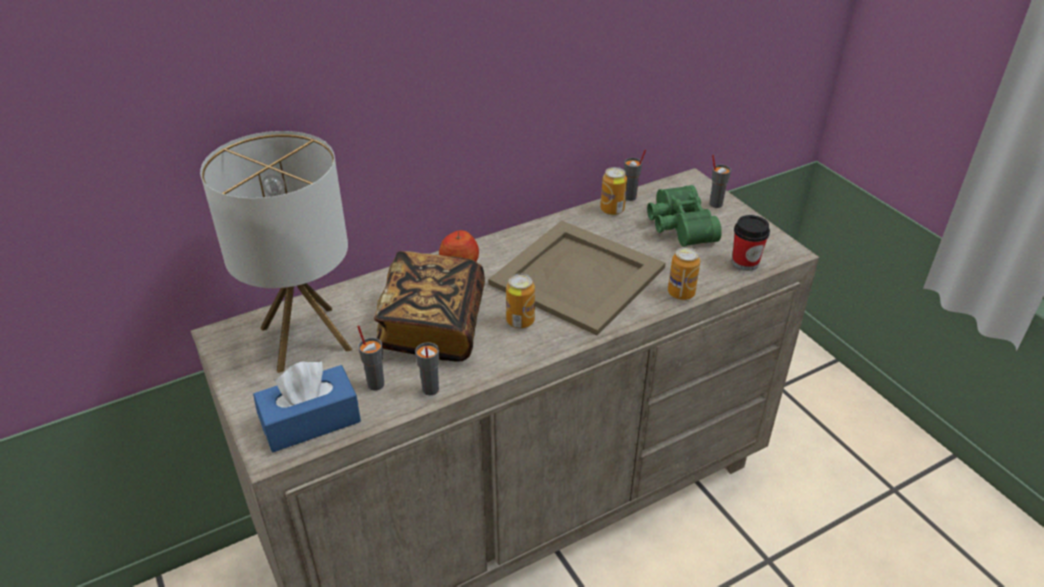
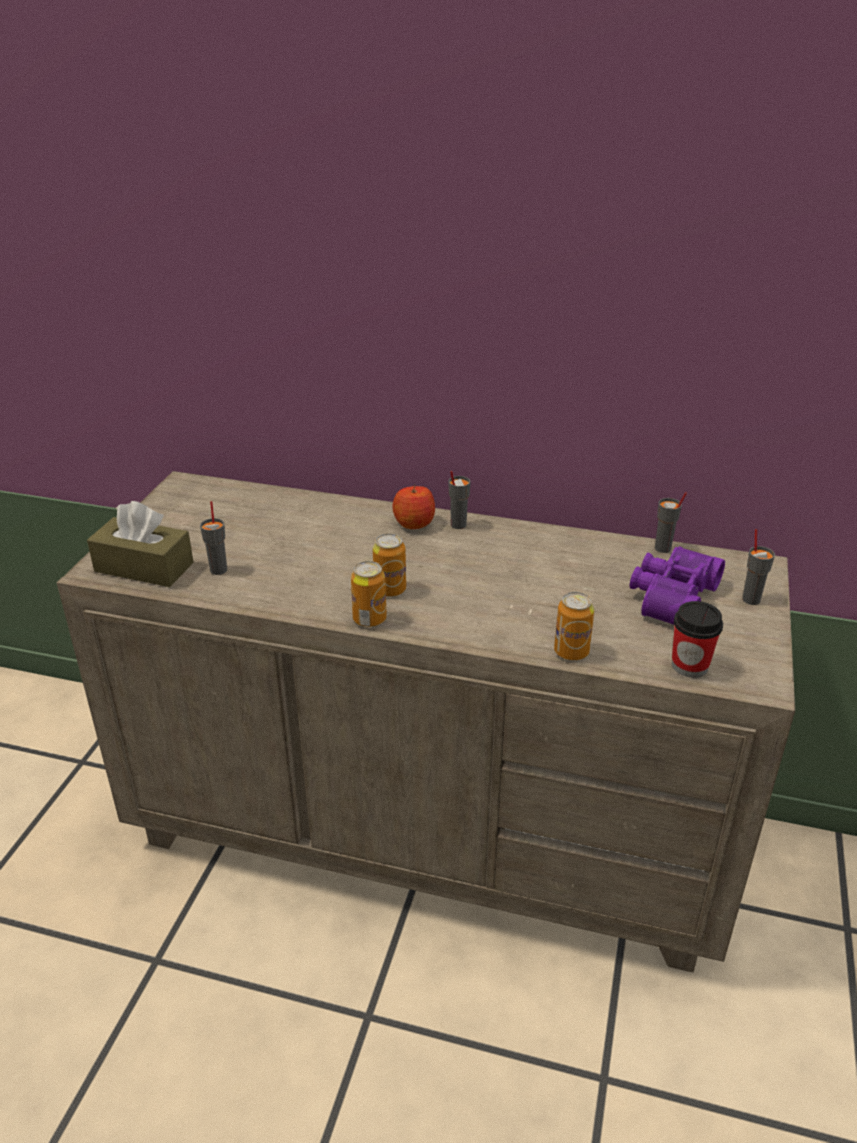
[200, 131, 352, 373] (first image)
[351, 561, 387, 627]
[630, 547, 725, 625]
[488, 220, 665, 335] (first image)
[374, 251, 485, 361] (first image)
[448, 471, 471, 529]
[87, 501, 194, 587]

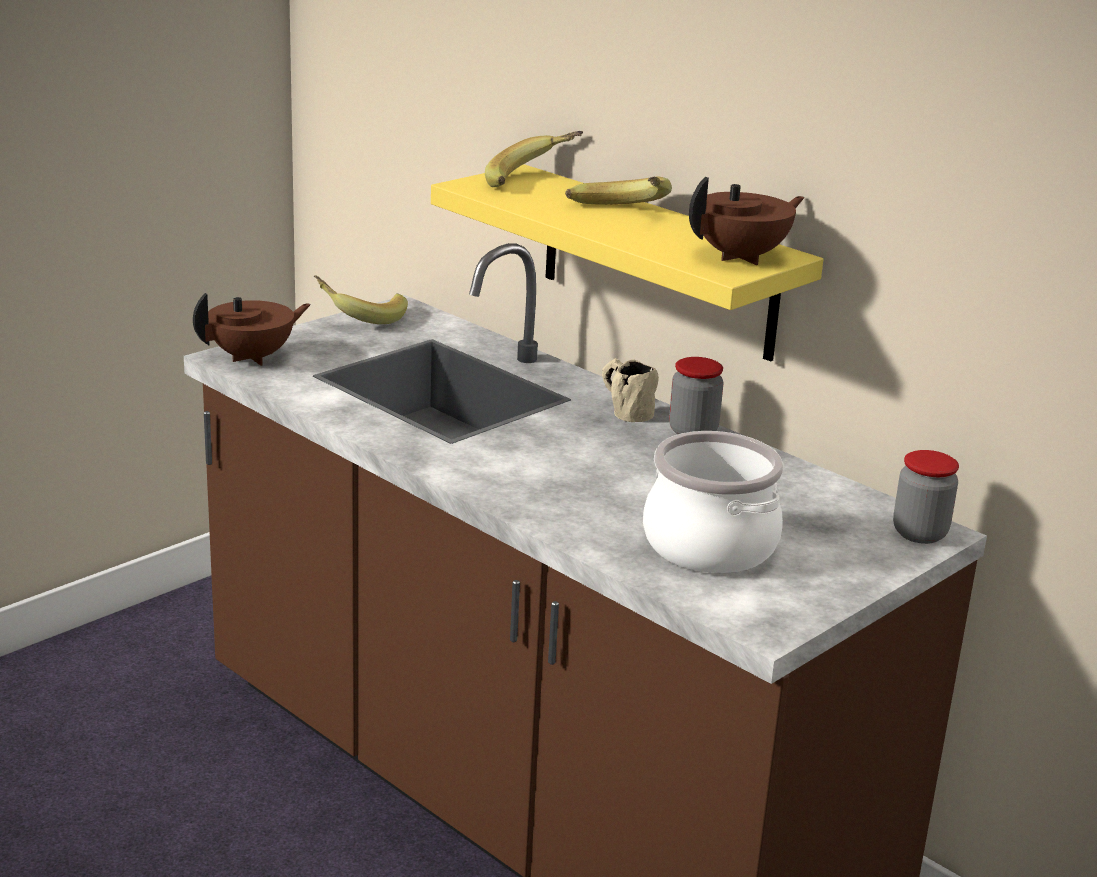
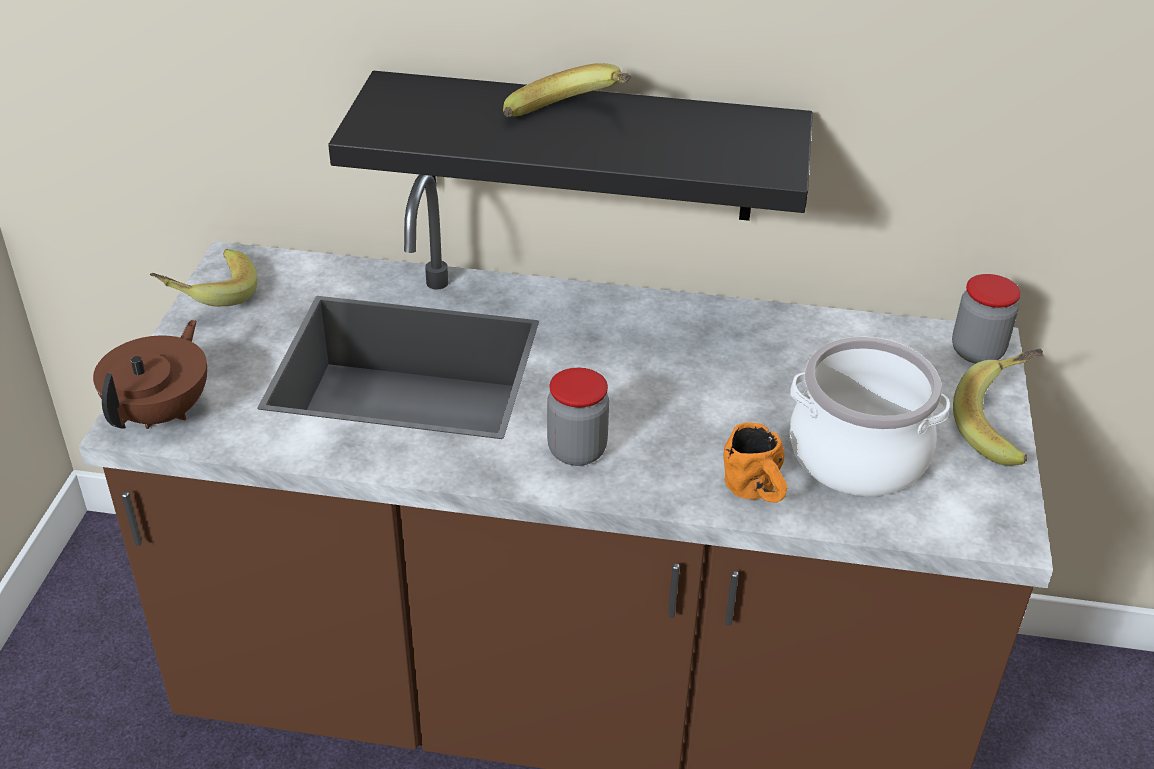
[953, 349, 1043, 465]
[328, 71, 813, 221]
[689, 177, 805, 265] (first image)
[547, 368, 609, 466]
[602, 358, 659, 422] (first image)
[724, 423, 788, 503]

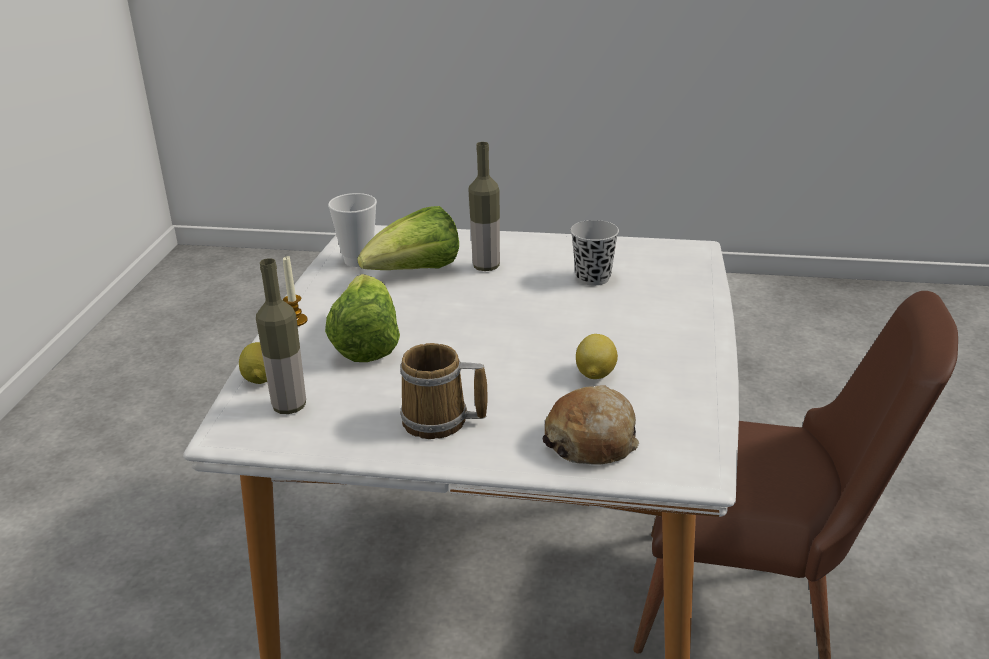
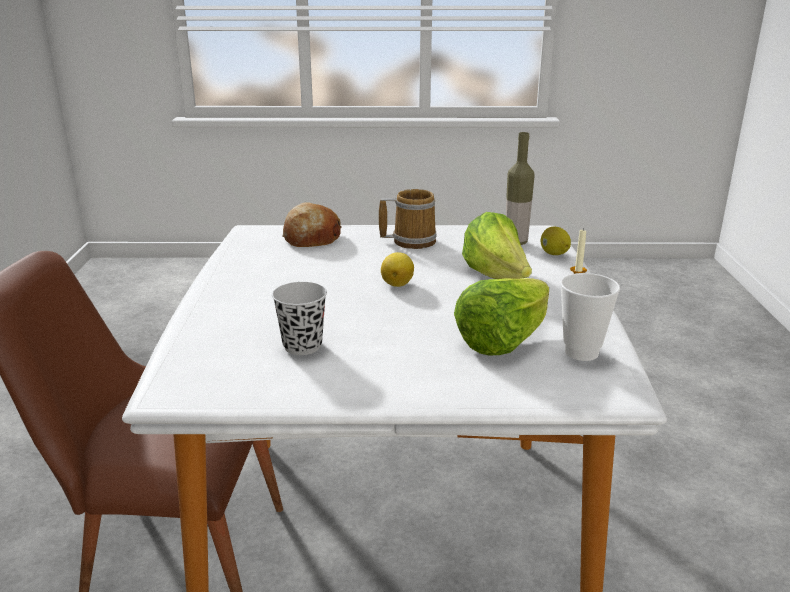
[468, 142, 500, 271] (first image)
[381, 252, 414, 287]

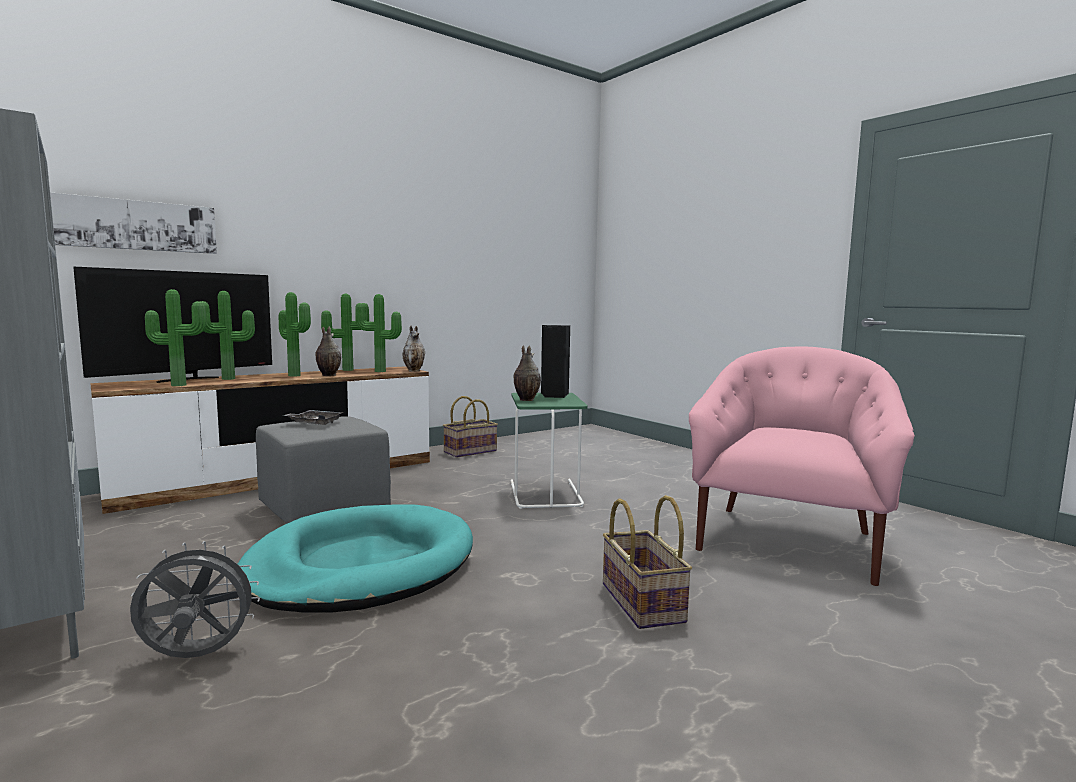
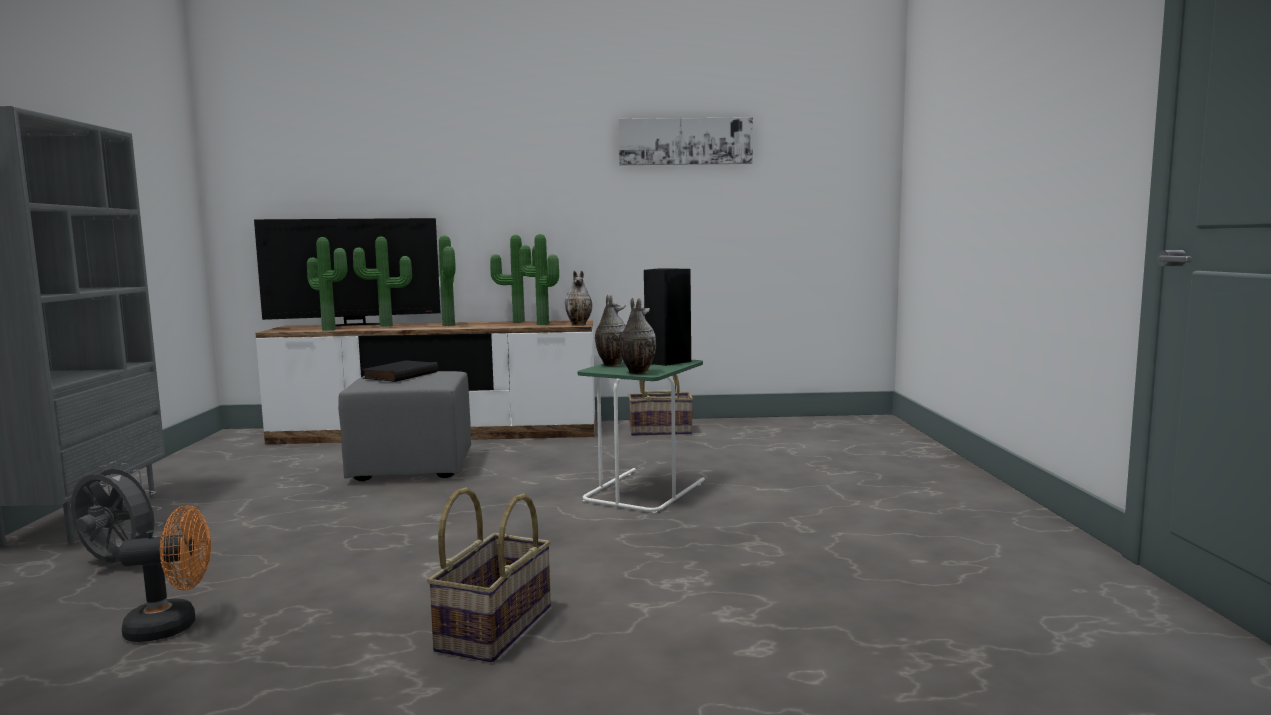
[619, 117, 753, 165]
[620, 298, 656, 374]
[689, 347, 915, 586] (first image)
[362, 360, 438, 382]
[238, 504, 473, 613] (first image)
[118, 505, 211, 642]

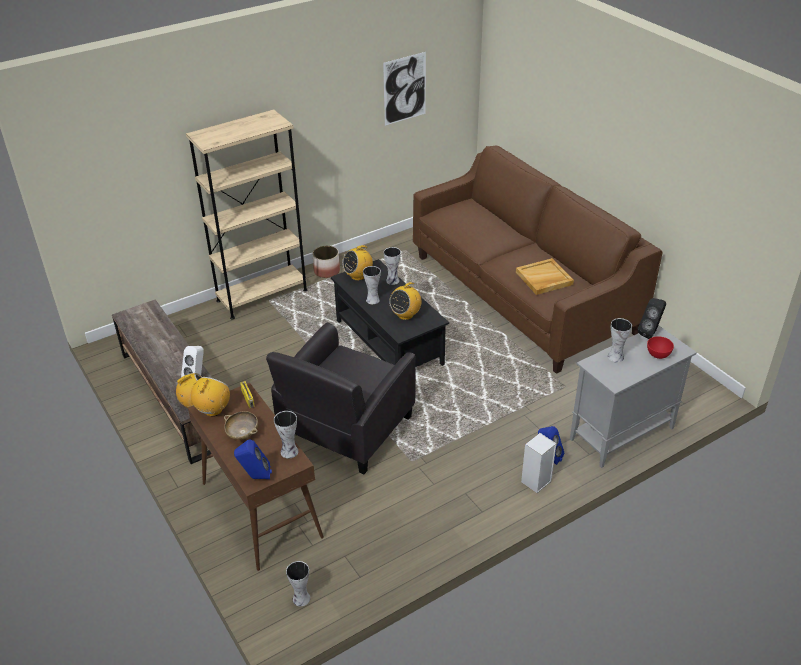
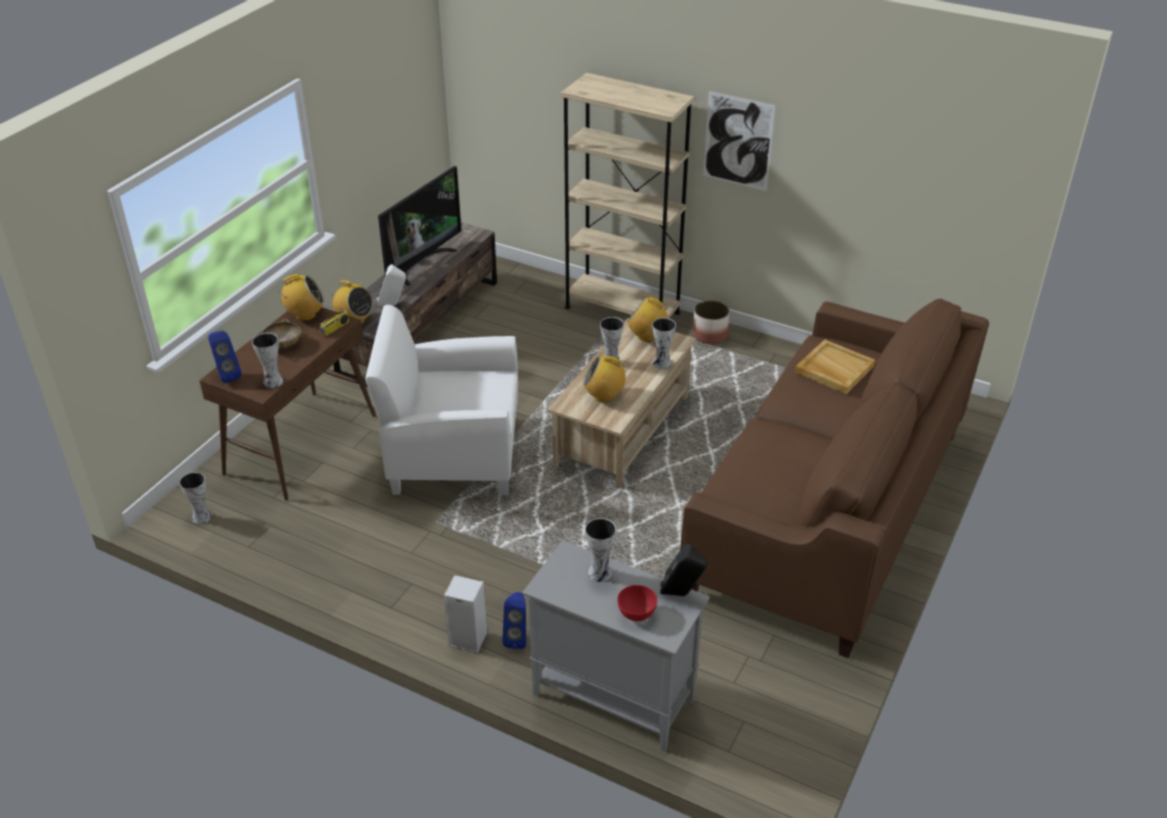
[703, 91, 775, 191]
[795, 339, 875, 394]
[547, 318, 696, 489]
[365, 305, 518, 495]
[378, 166, 462, 286]

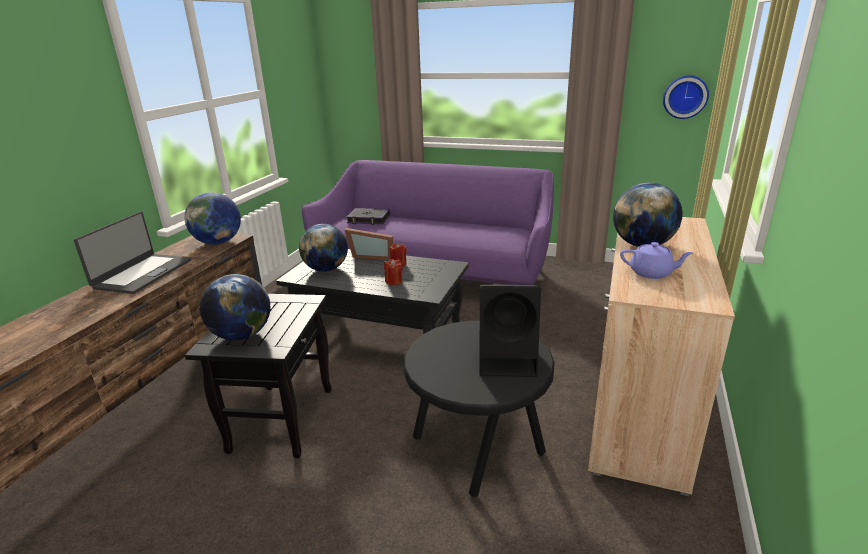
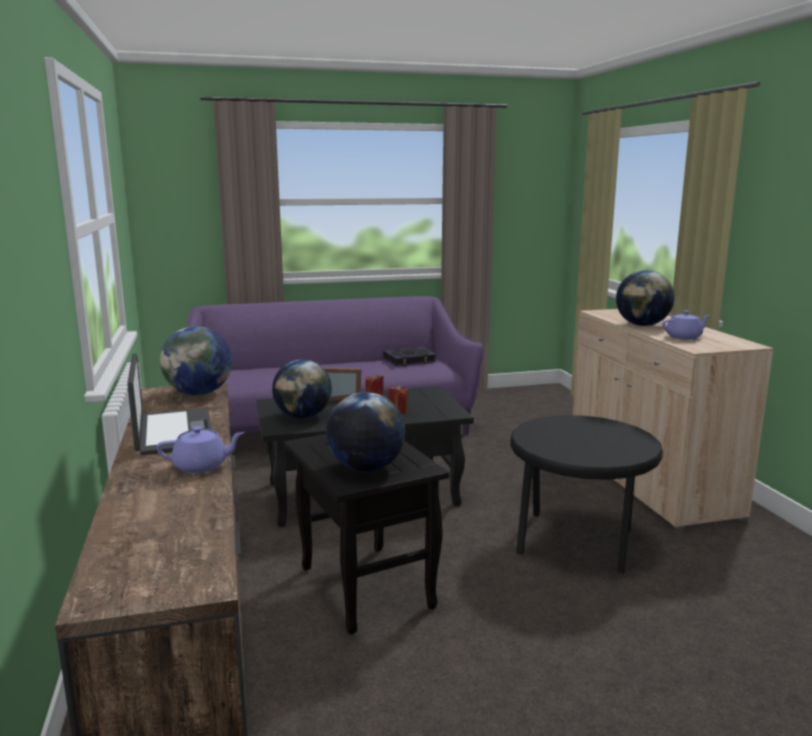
[663, 75, 709, 119] (first image)
[383, 347, 437, 366]
[479, 285, 541, 377] (first image)
[157, 426, 245, 473]

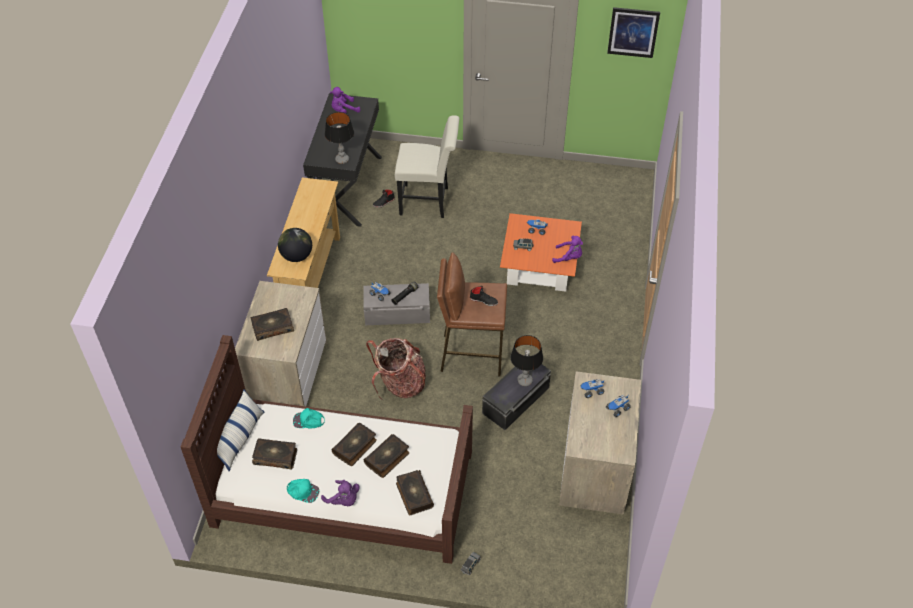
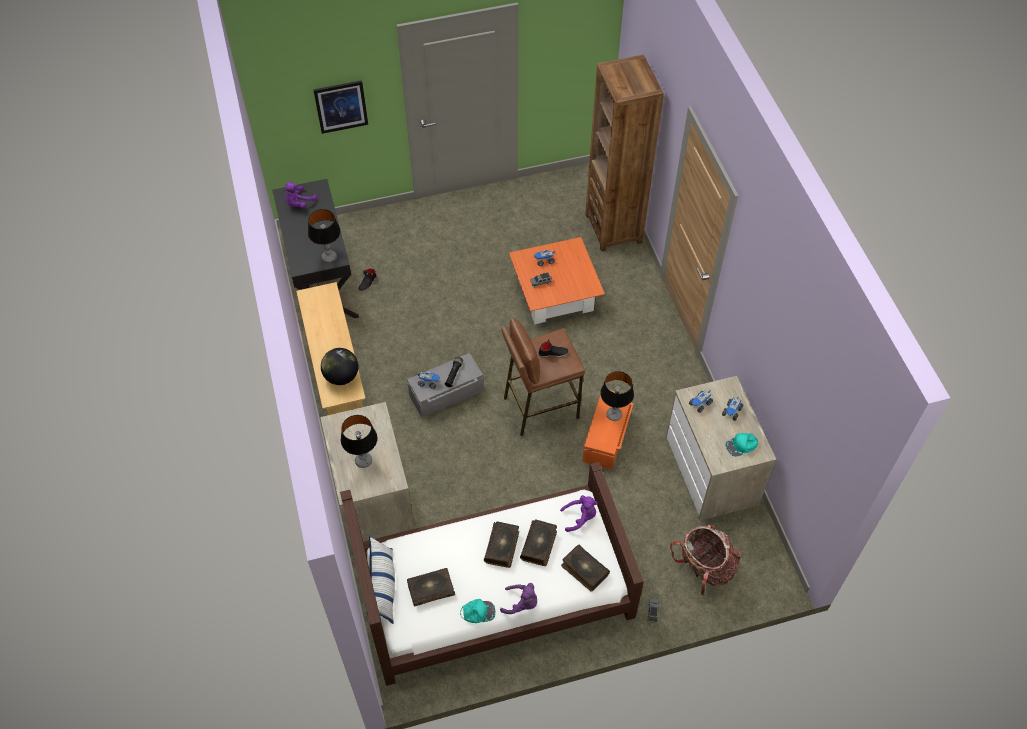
[313, 80, 368, 134]
[395, 115, 459, 218] (first image)
[560, 495, 598, 532]
[341, 415, 377, 468]
[670, 525, 741, 597]
[583, 390, 634, 470]
[725, 433, 758, 457]
[585, 55, 664, 252]

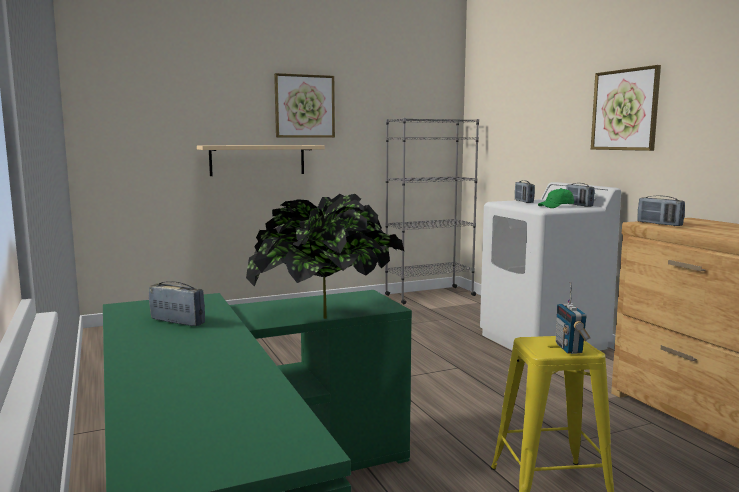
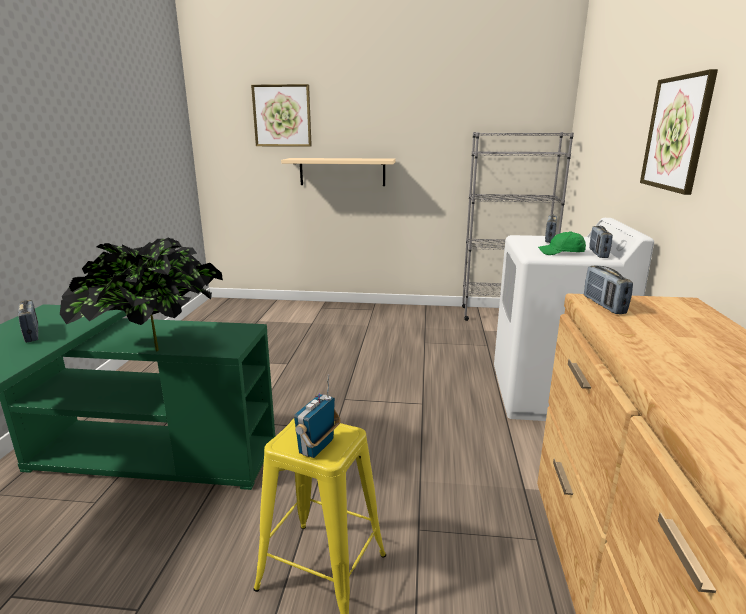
[251, 84, 312, 147]

